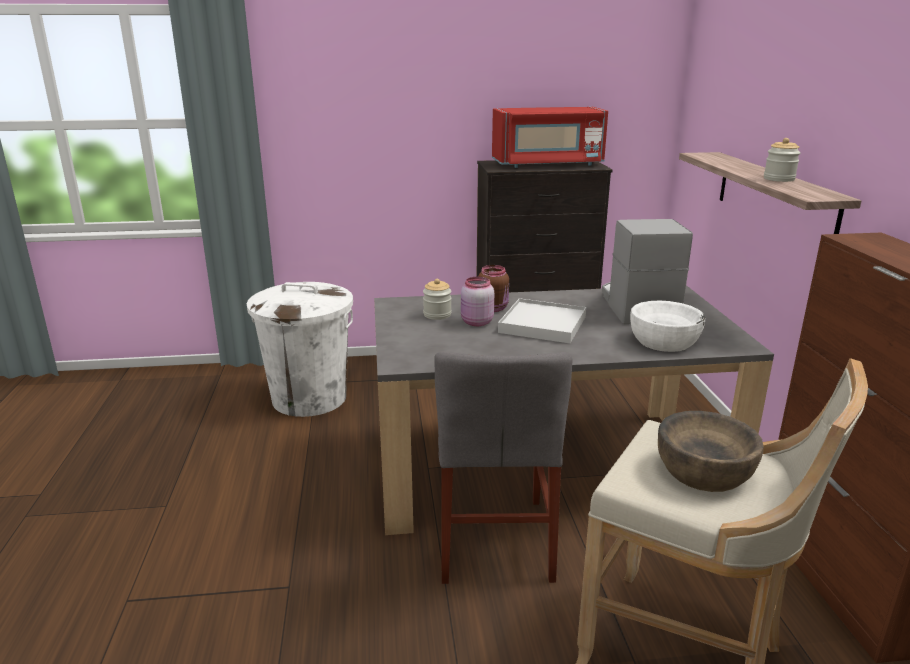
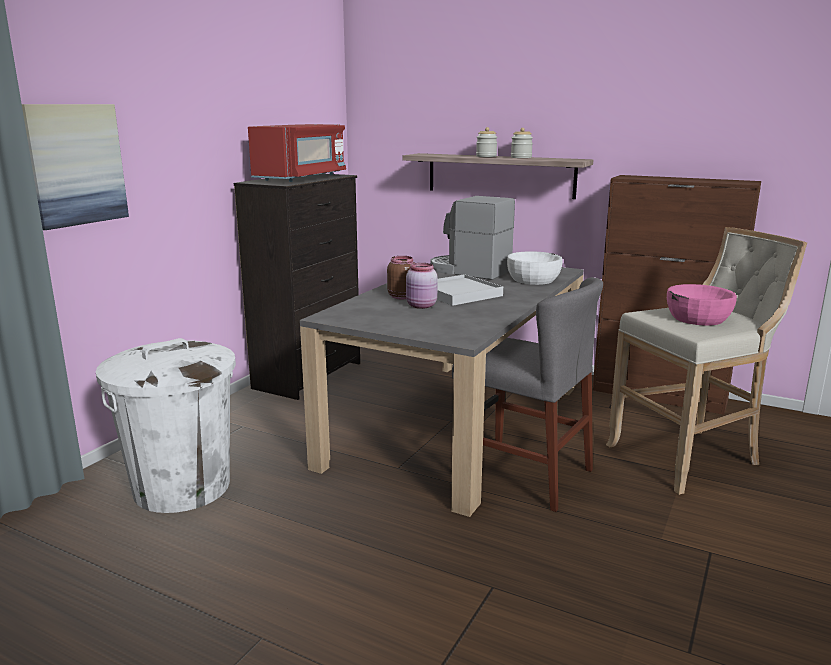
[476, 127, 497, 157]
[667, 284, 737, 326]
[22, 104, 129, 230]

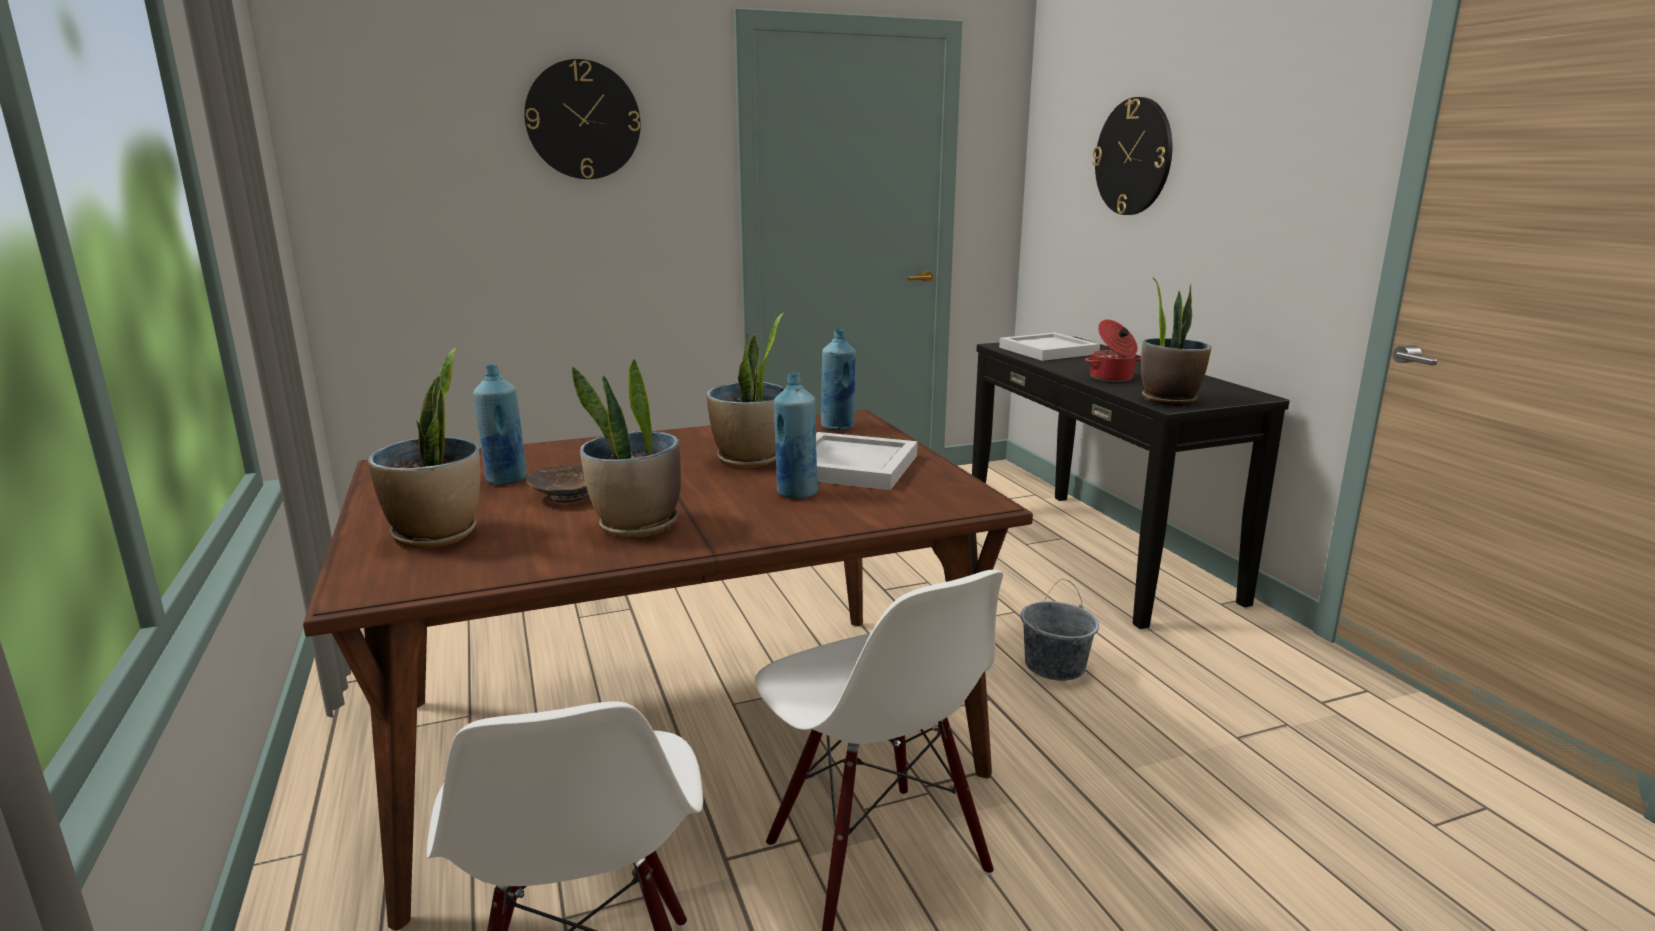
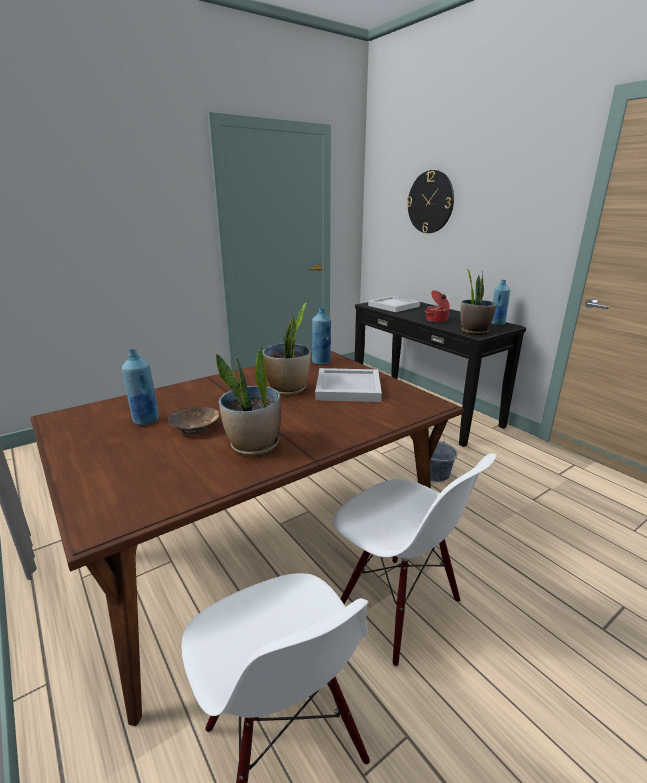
[524, 59, 641, 179] (first image)
[368, 348, 480, 548] (first image)
[491, 280, 510, 325]

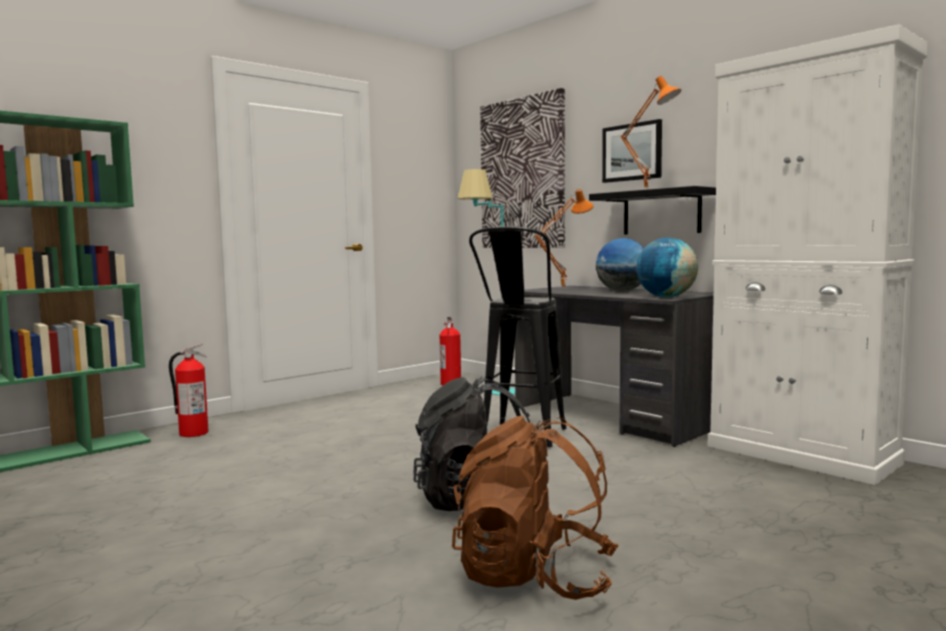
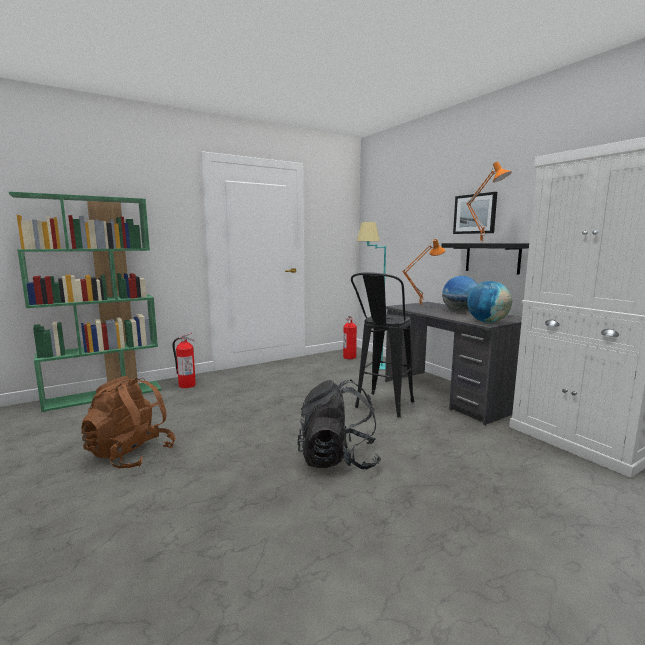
[480, 88, 565, 248] (first image)
[81, 376, 176, 468]

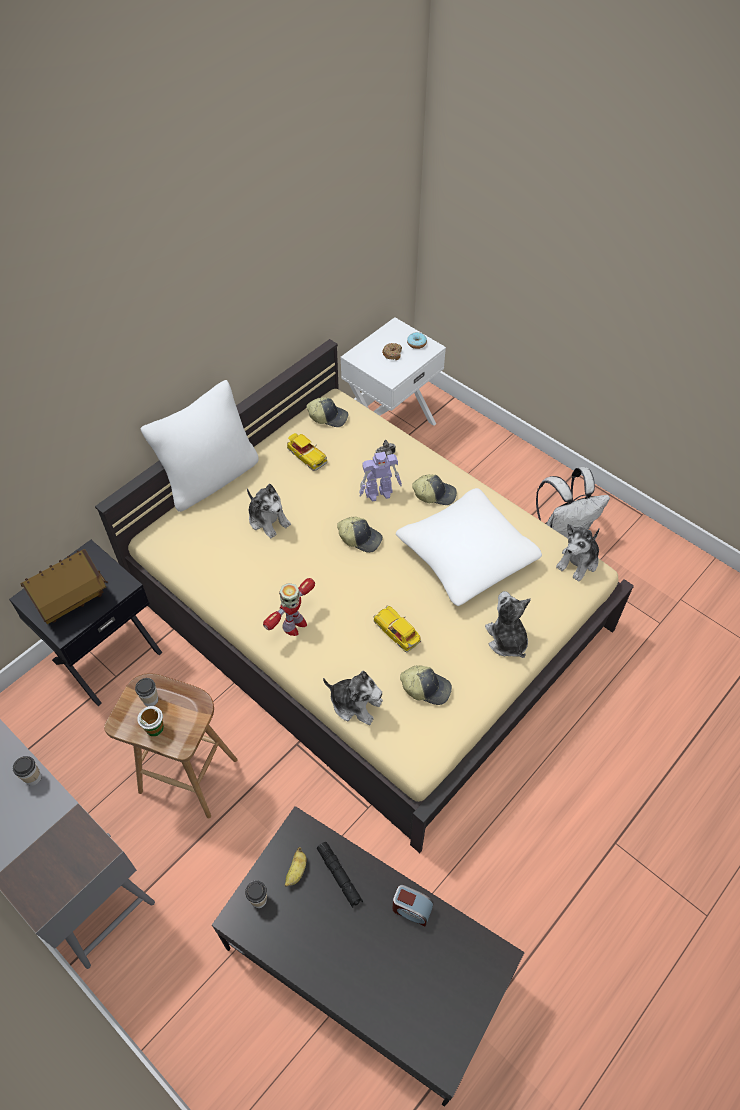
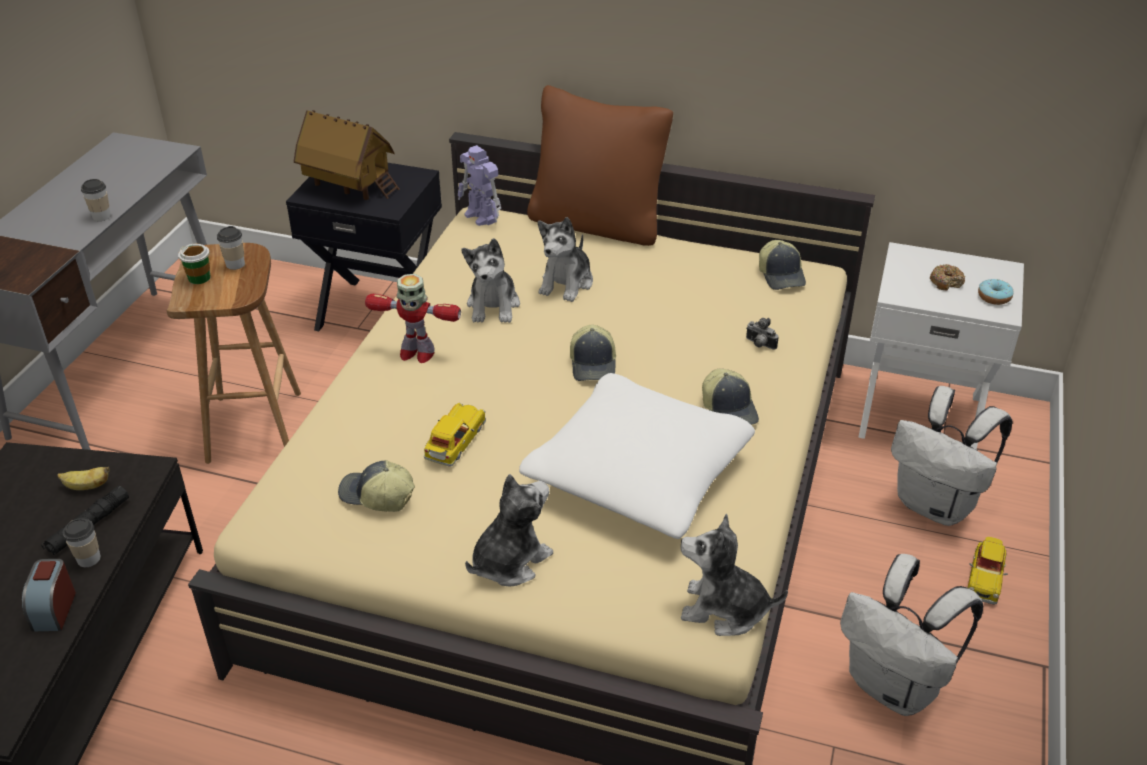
[527, 85, 673, 246]
[968, 537, 1008, 604]
[458, 145, 501, 226]
[338, 460, 415, 512]
[462, 238, 520, 323]
[63, 518, 101, 567]
[891, 386, 1013, 526]

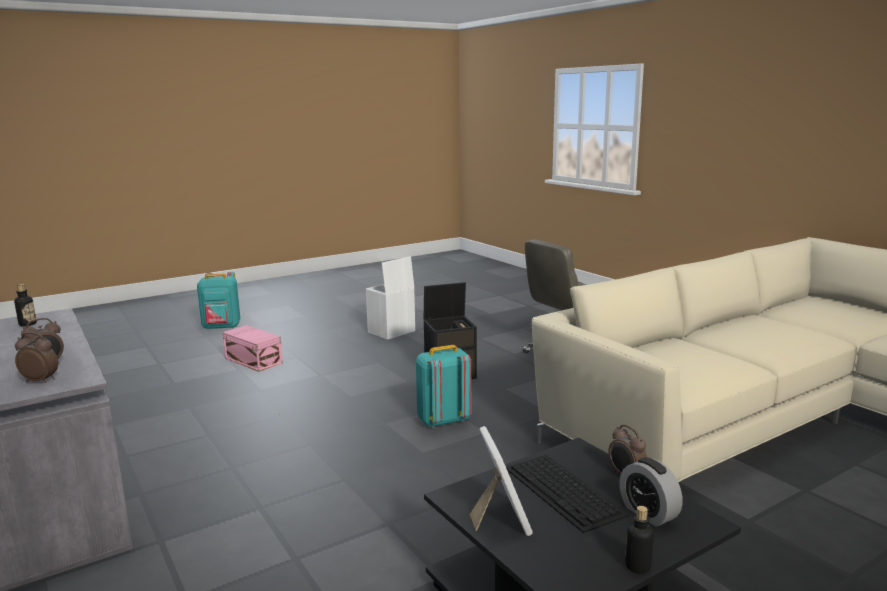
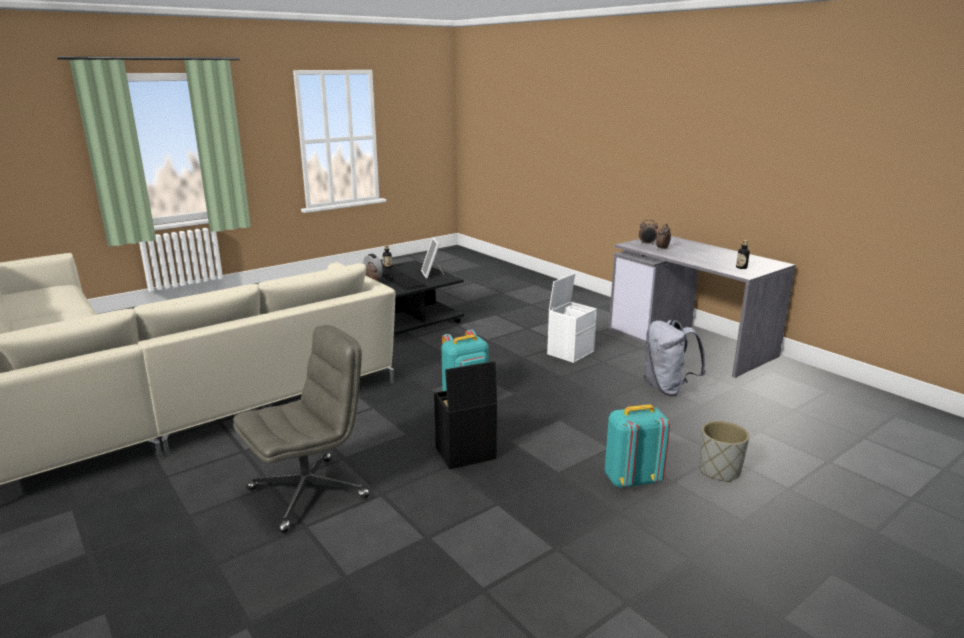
[547, 273, 597, 363]
[605, 404, 670, 488]
[699, 421, 749, 482]
[644, 320, 706, 396]

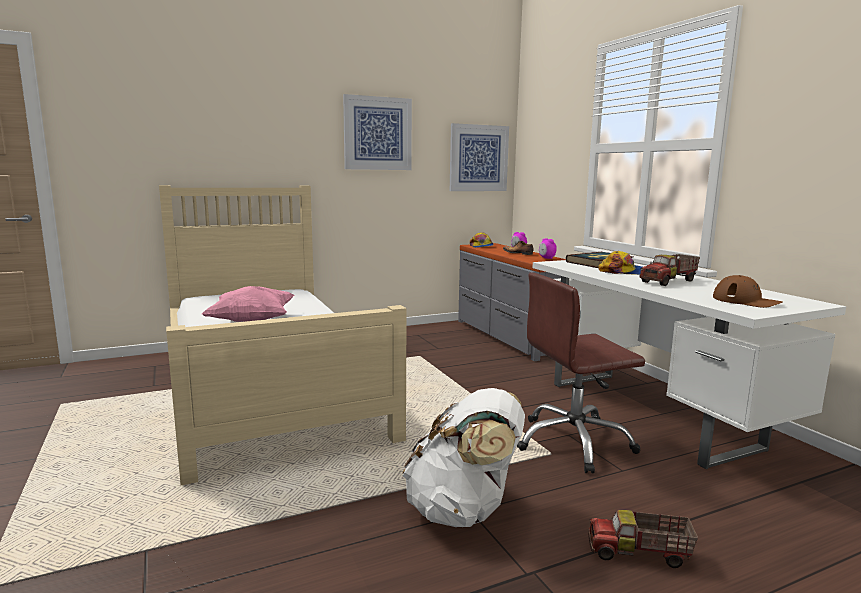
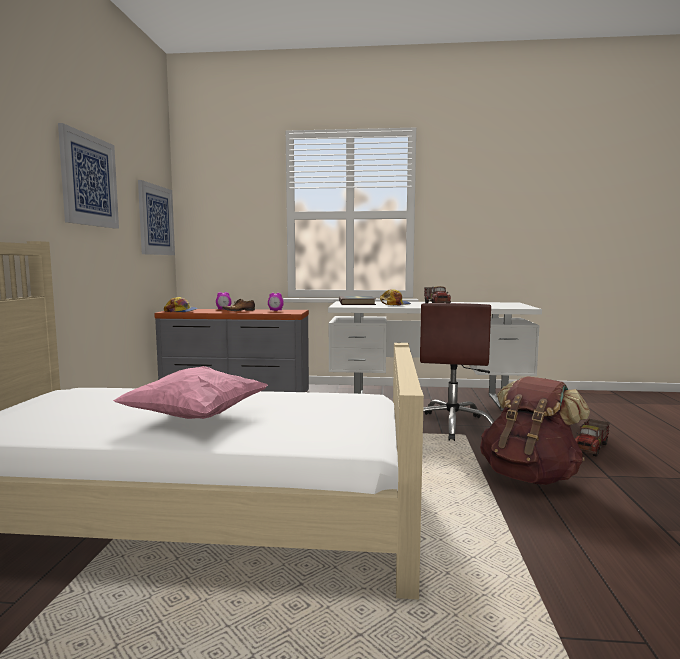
[713, 275, 783, 308] (first image)
[480, 376, 590, 485]

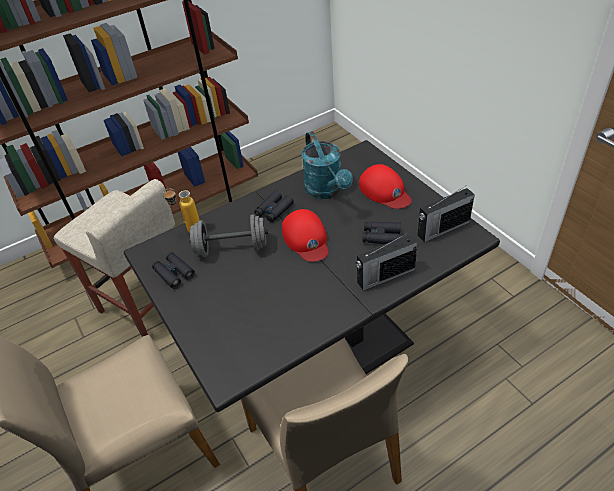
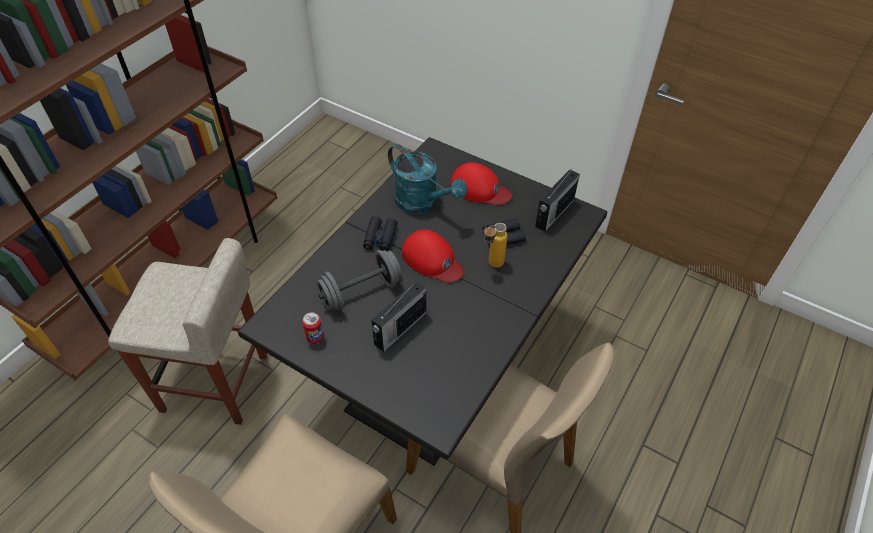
[484, 223, 508, 268]
[372, 281, 427, 352]
[302, 312, 324, 344]

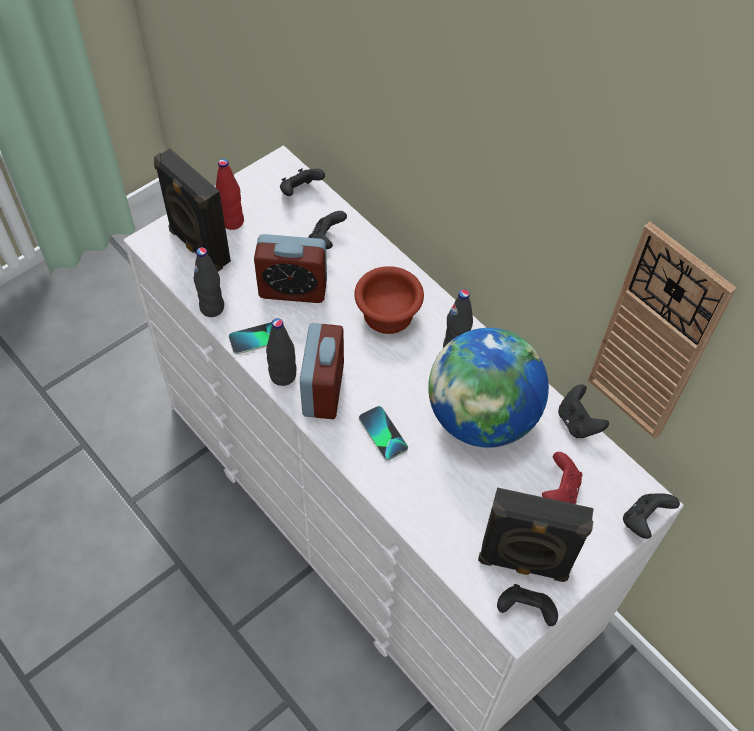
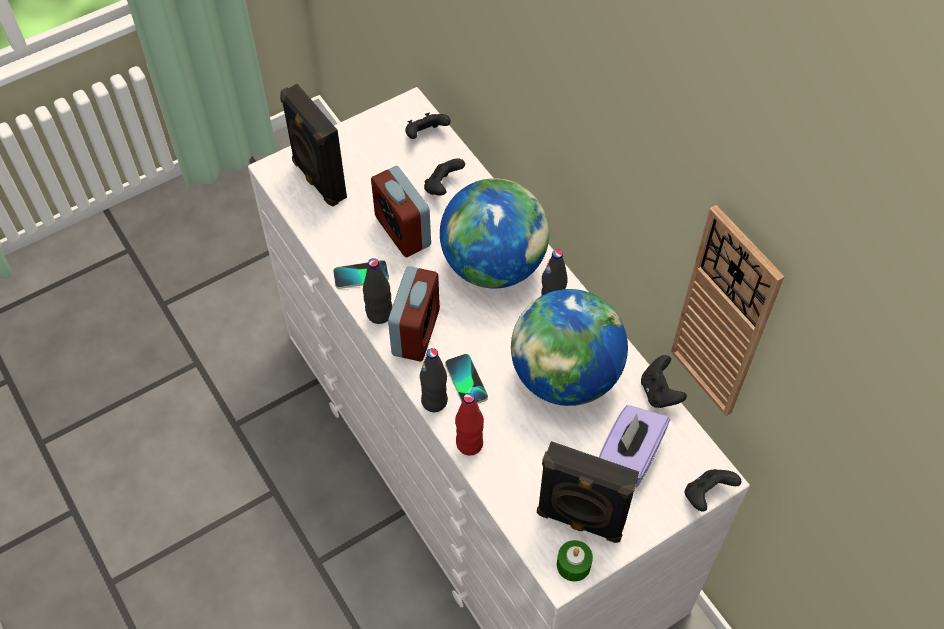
[455, 393, 484, 456]
[371, 166, 431, 257]
[420, 348, 448, 412]
[440, 178, 549, 289]
[599, 405, 670, 487]
[557, 540, 593, 582]

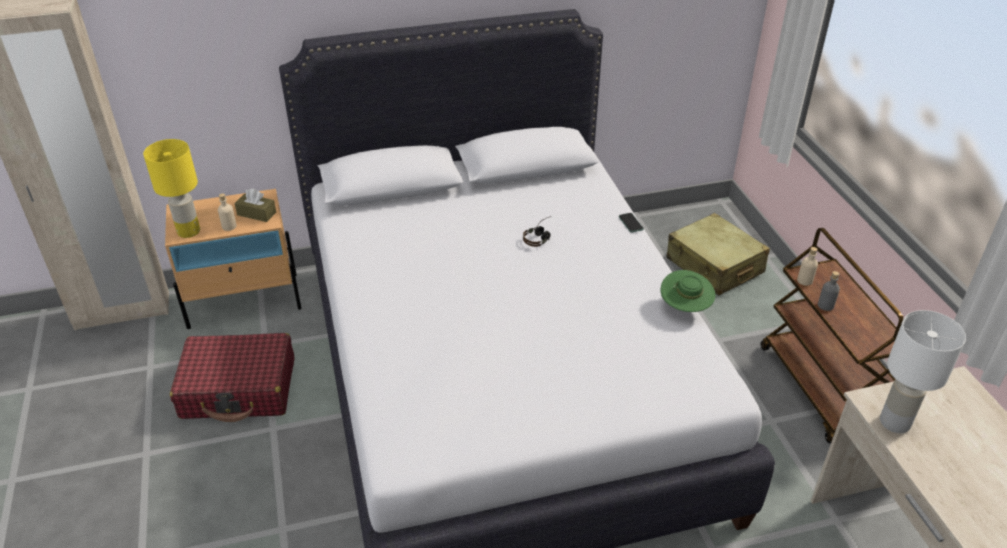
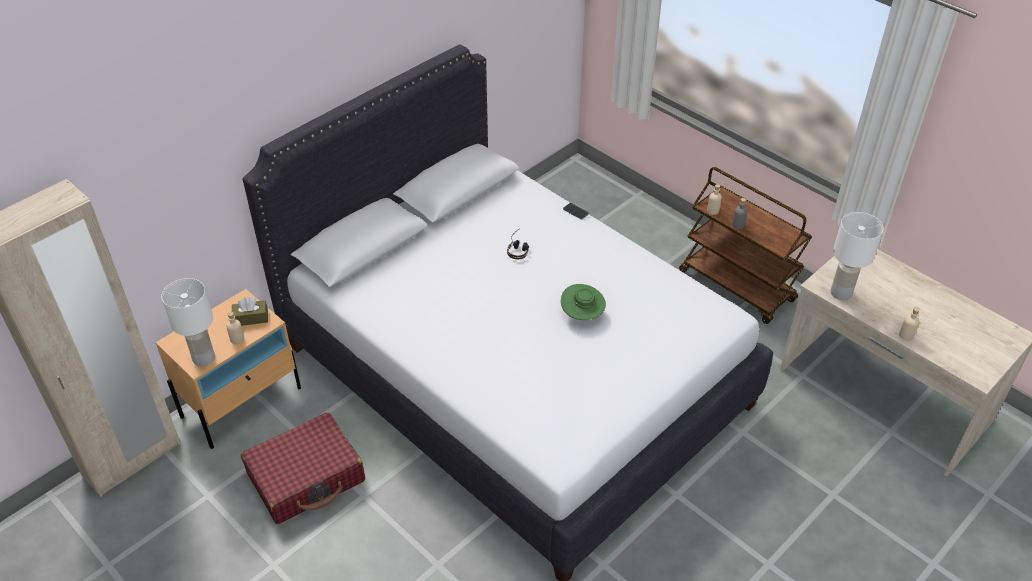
[161, 278, 215, 366]
[667, 213, 770, 296] (first image)
[561, 284, 606, 320]
[899, 307, 920, 341]

